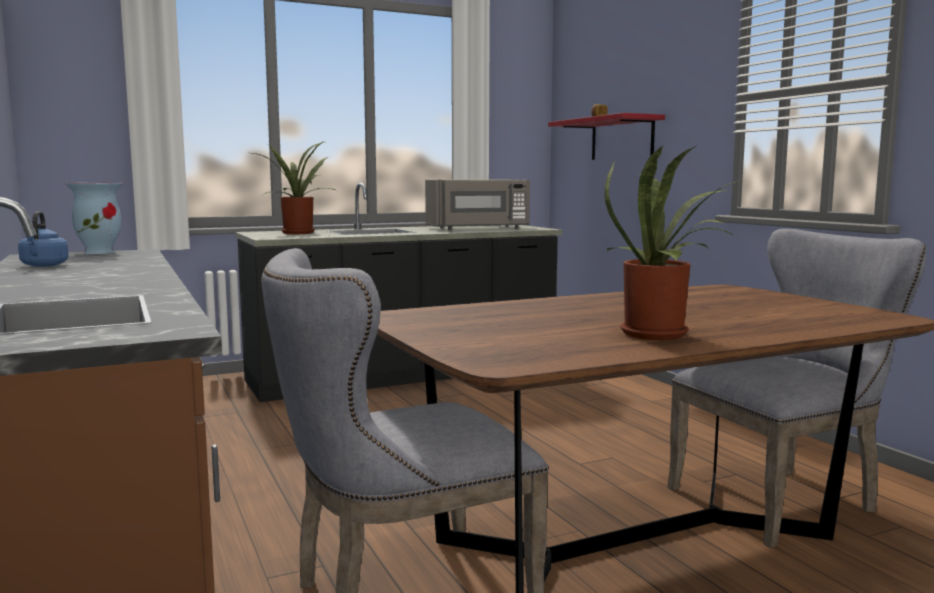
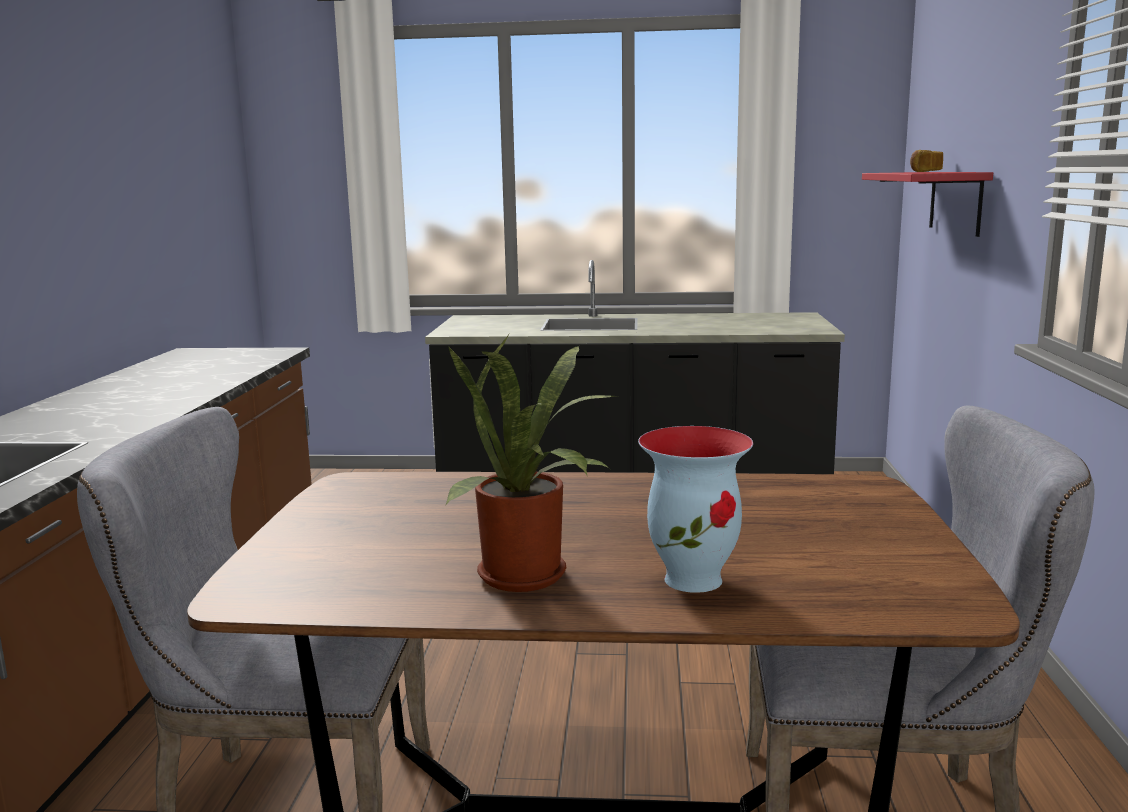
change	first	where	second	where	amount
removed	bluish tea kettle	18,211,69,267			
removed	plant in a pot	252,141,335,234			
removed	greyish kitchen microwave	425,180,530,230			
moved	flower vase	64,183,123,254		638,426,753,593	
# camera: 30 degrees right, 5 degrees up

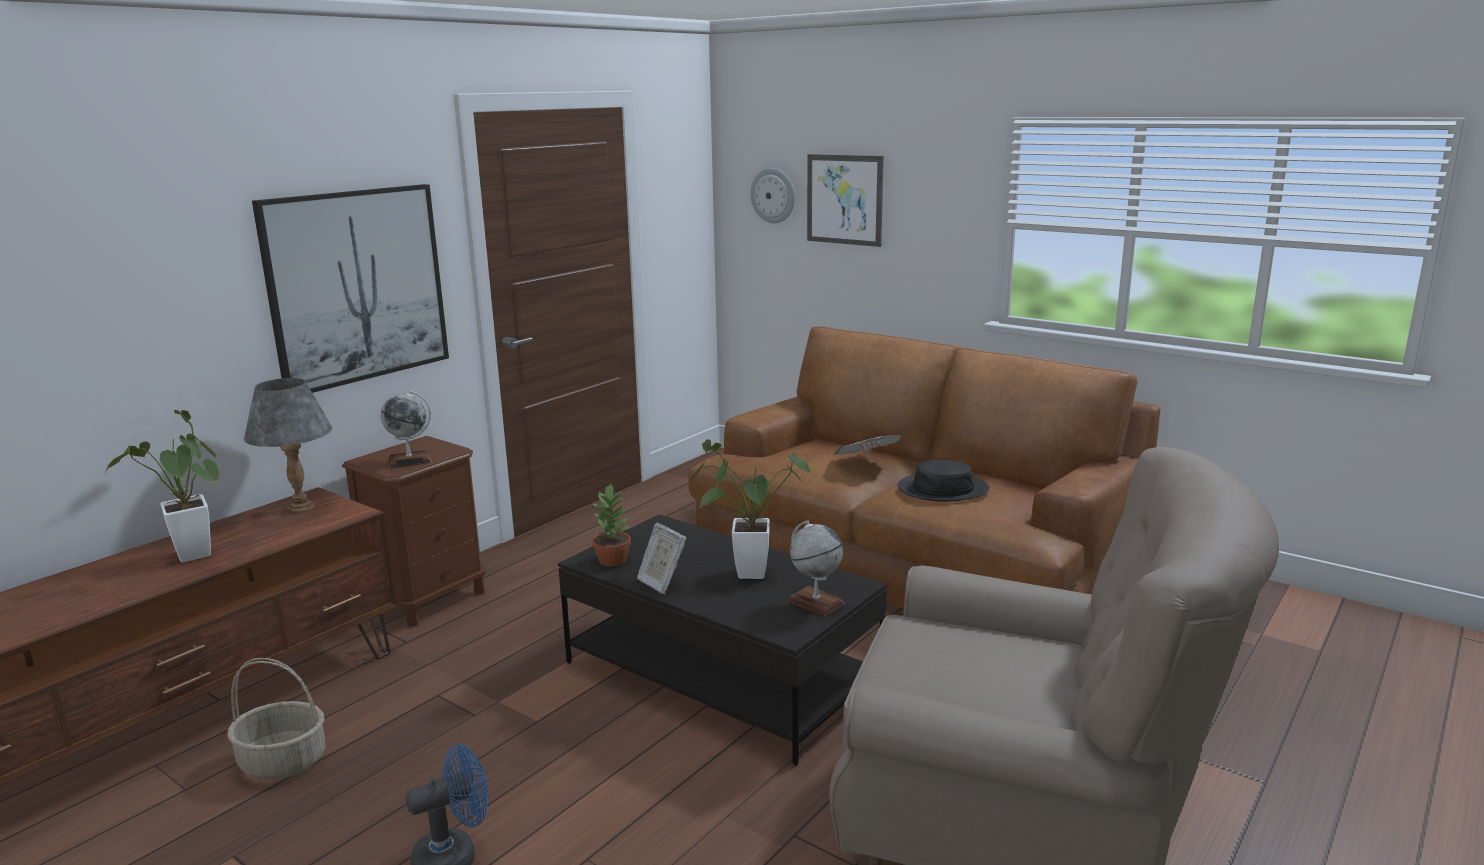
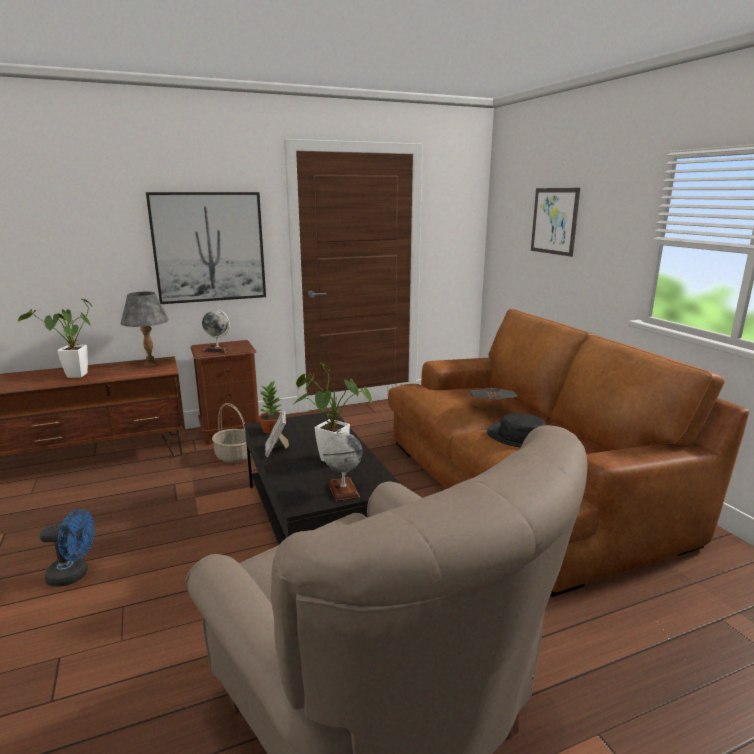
change	first	where	second	where	amount
removed	hanging clock	751,168,795,223			
moved	household basket	227,658,326,779		212,403,251,463	
# camera: 30 degrees right, 0 degrees up

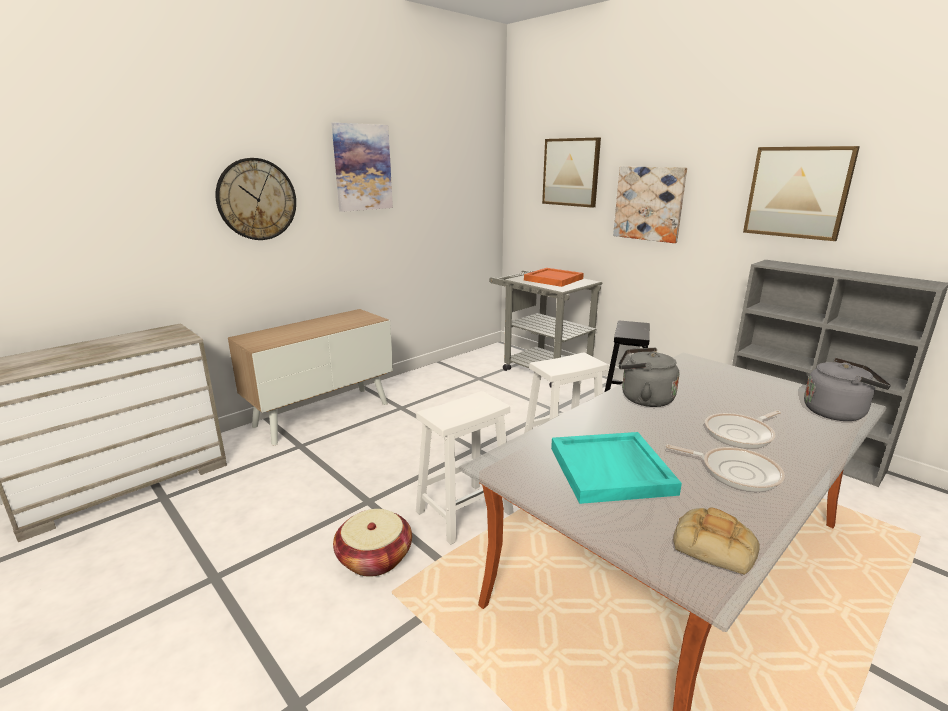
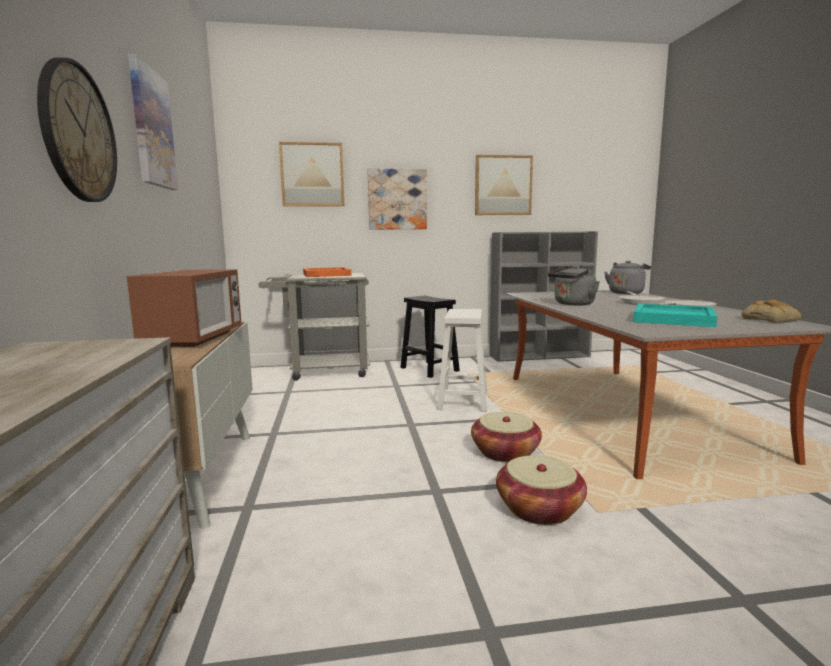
change	first	where	second	where	amount
added			kitchen microwave	127,269,242,347	
replaced	white stool	416,391,513,545	household basket	471,412,542,462	
# camera: 55 degrees left, 10 degrees down

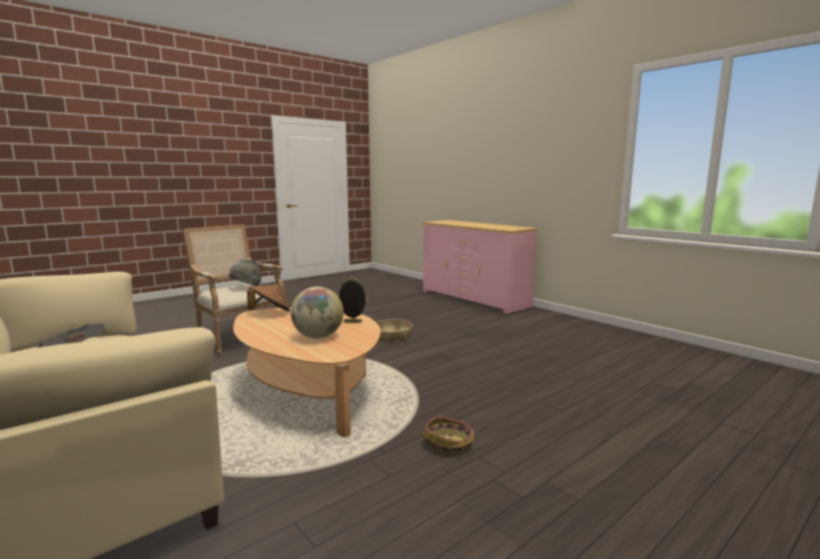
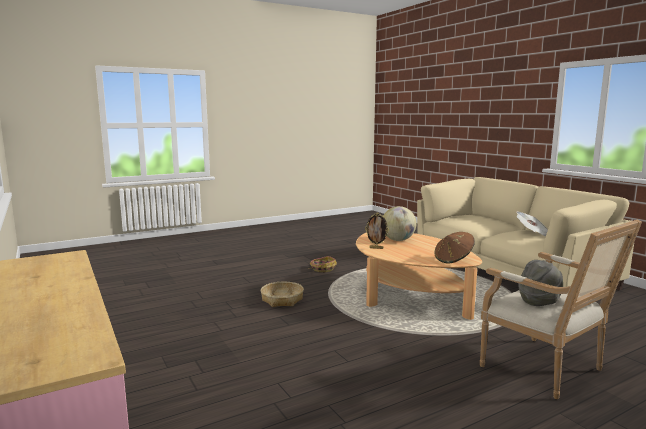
change	first	where	second	where	amount
moved	household basket	376,319,412,342		261,282,304,307	
# camera: 170 degrees left, 0 degrees up

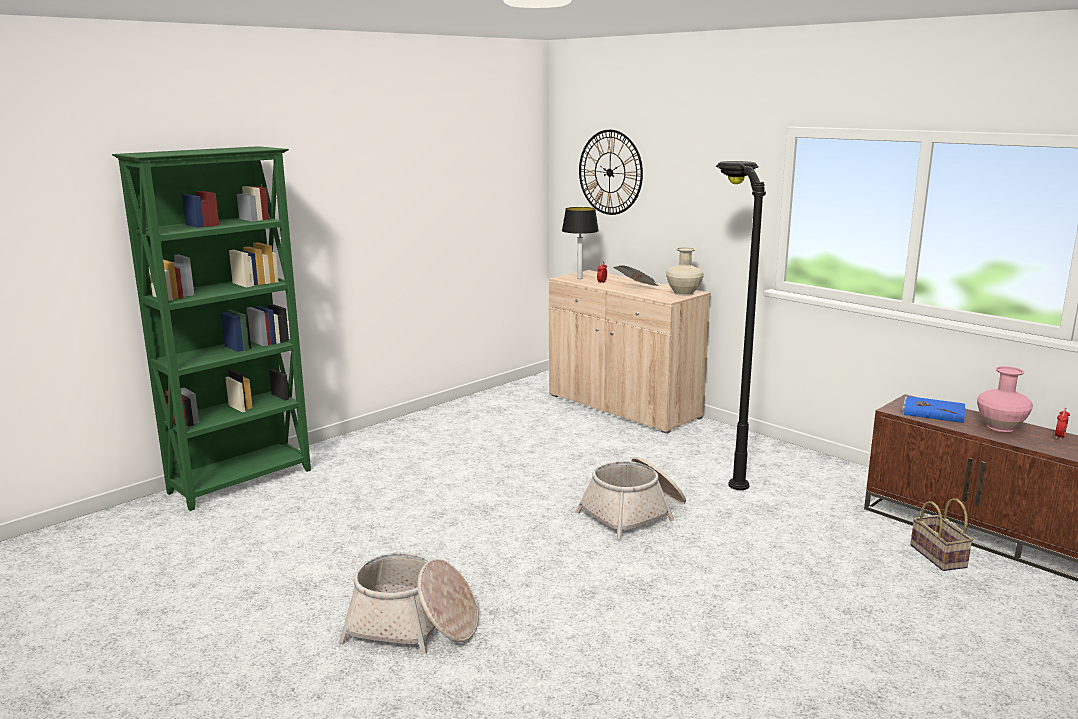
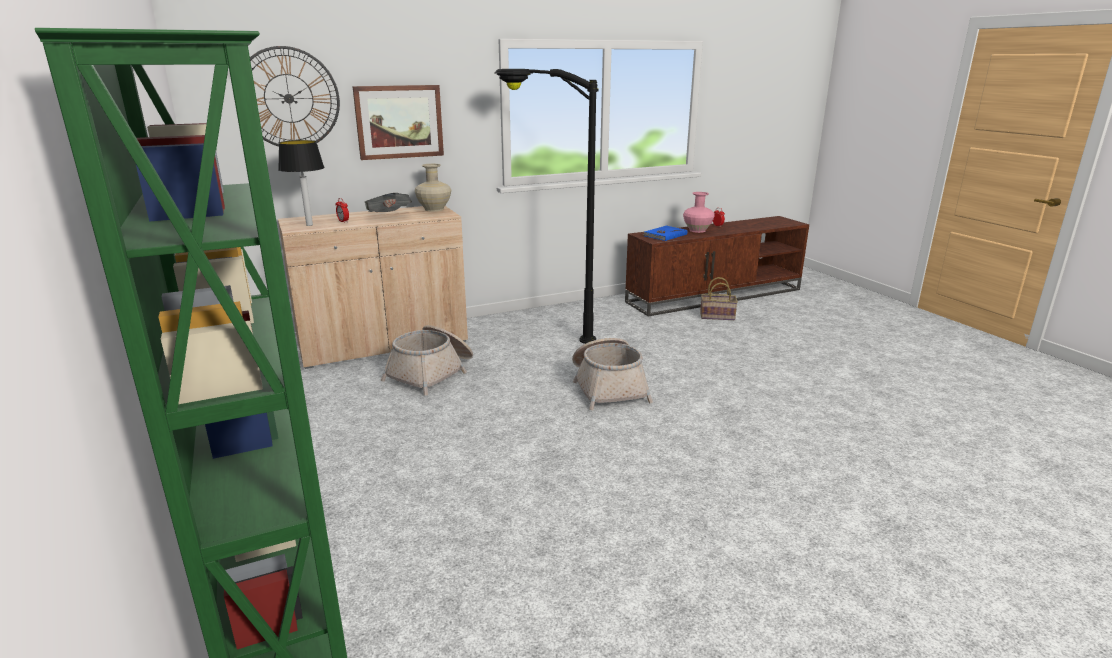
change	first	where	second	where	amount
added			wall picture	352,85,444,160	
moved	household basket	339,553,479,655		381,325,473,396	
# camera: 70 degrees left, 5 degrees up

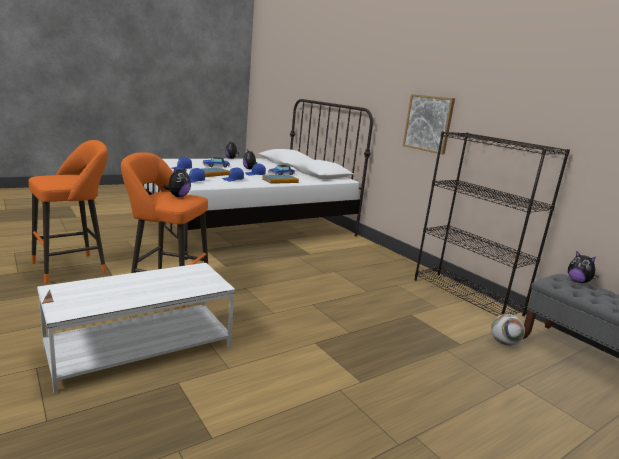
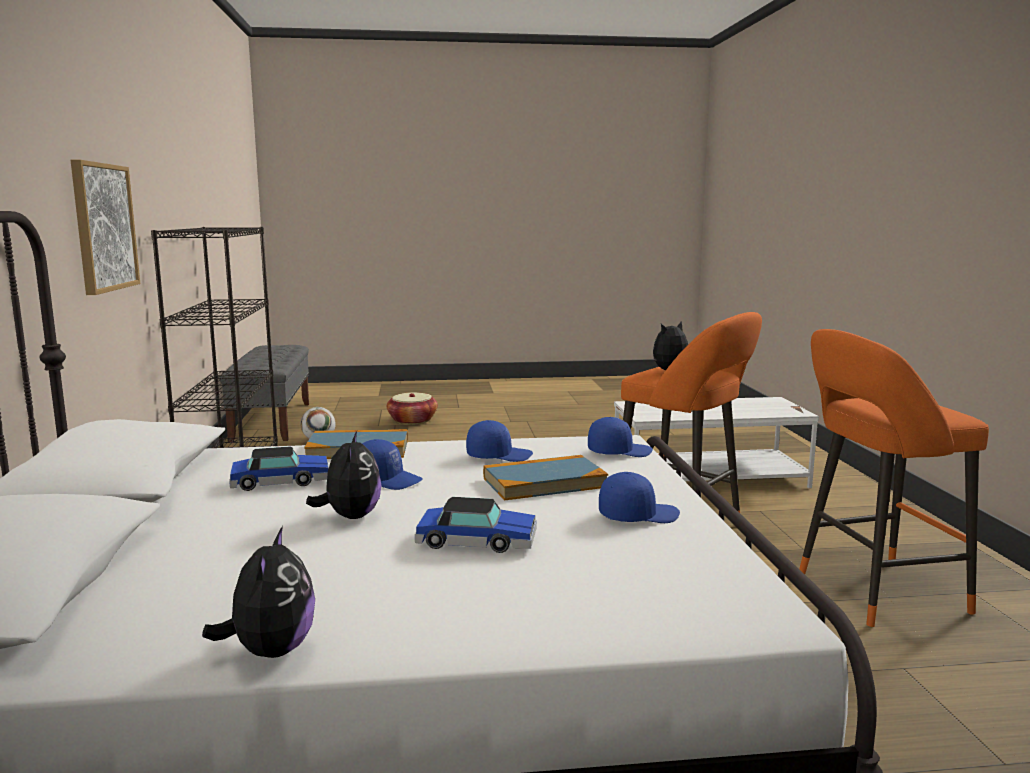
change	first	where	second	where	amount
removed	cuddly toy	568,251,599,283			
added			household basket	387,393,438,425	
# camera: 150 degrees left, 5 degrees down

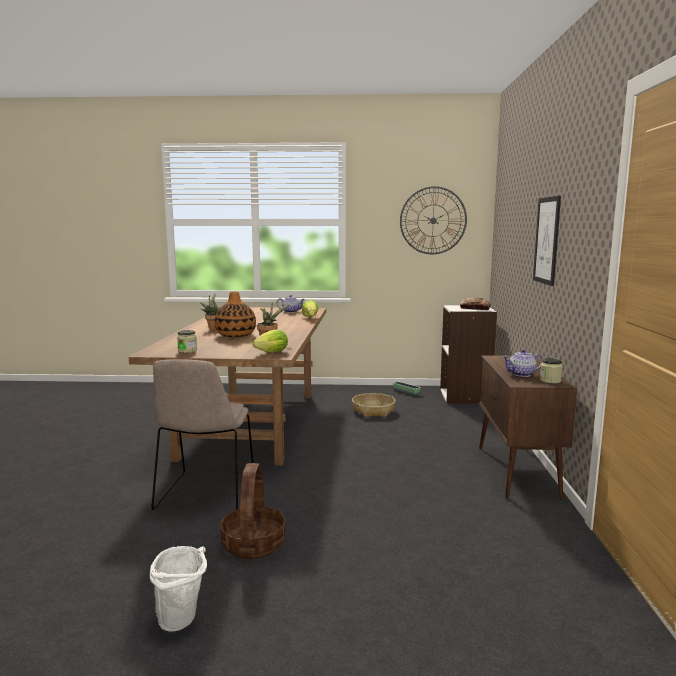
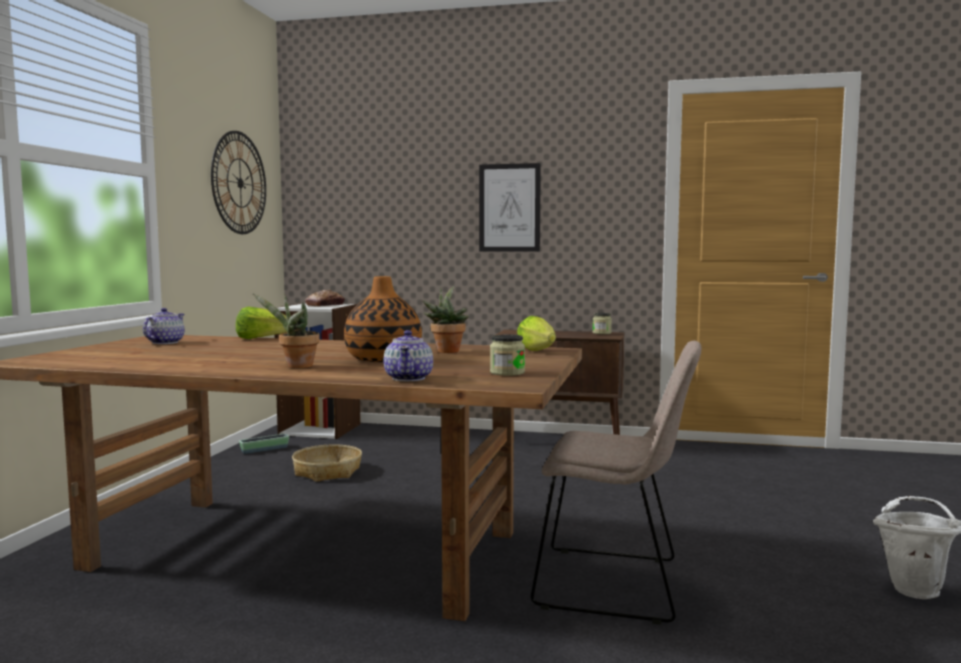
change	first	where	second	where	amount
removed	household basket	220,463,286,559			
moved	pot for tea	502,349,543,377		384,330,433,381	
# camera: 80 degrees left, 5 degrees down

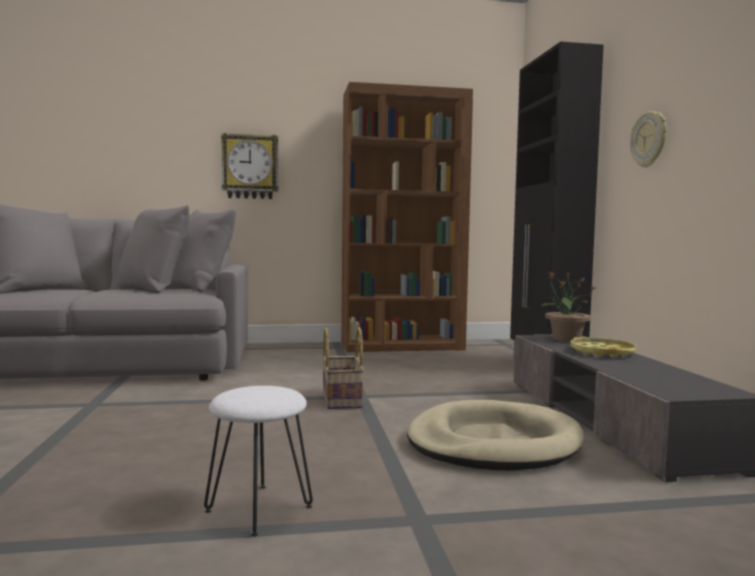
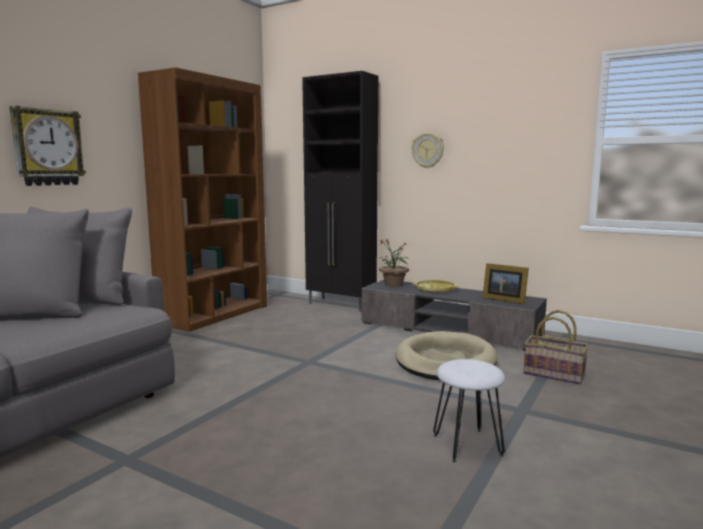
change	first	where	second	where	amount
added			standing frame	483,263,529,304	
moved	household basket	322,327,364,409		524,310,589,384	
# camera: 50 degrees left, 5 degrees up

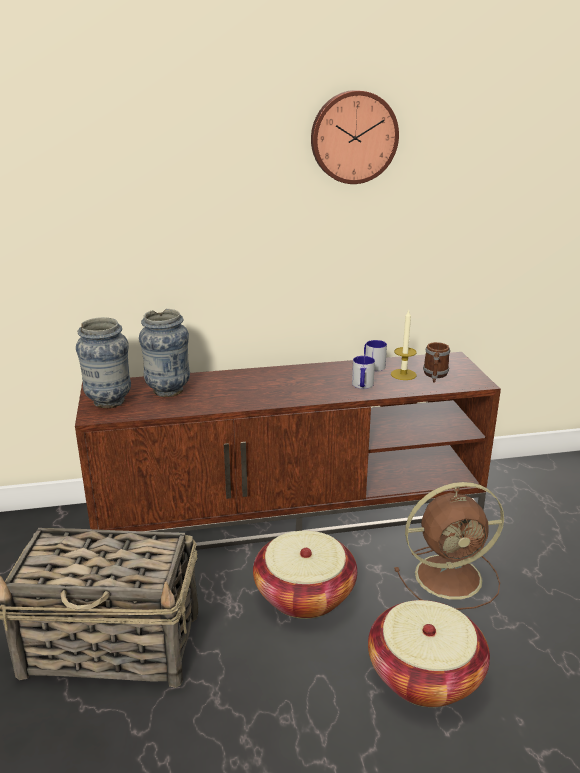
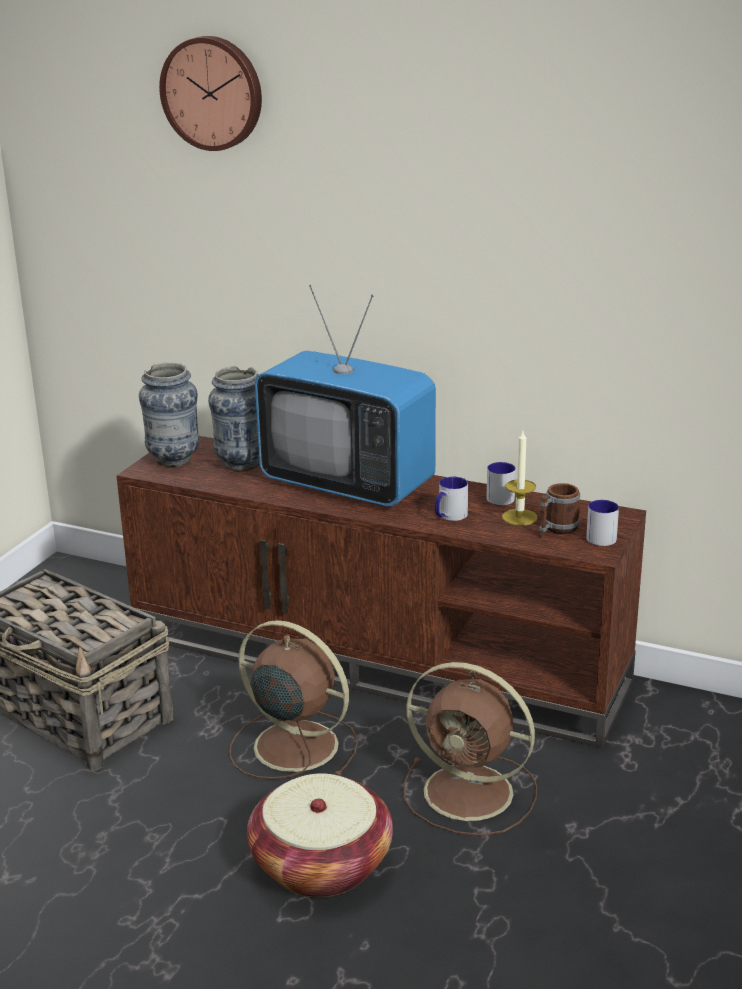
change	first	where	second	where	amount
added			television	255,285,436,507	
added			coffee mug	586,500,619,546	
moved	hanging clock	311,90,399,184		159,36,262,151	
replaced	household basket	253,531,357,619	brownish cooling fan	230,620,358,779	
# camera: 35 degrees right, 0 degrees up

